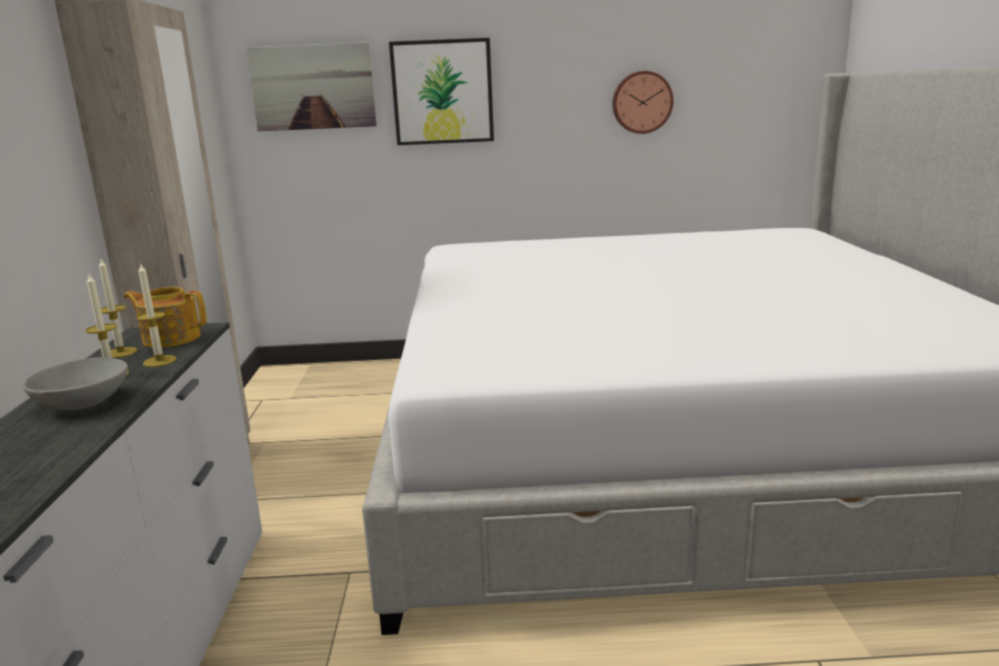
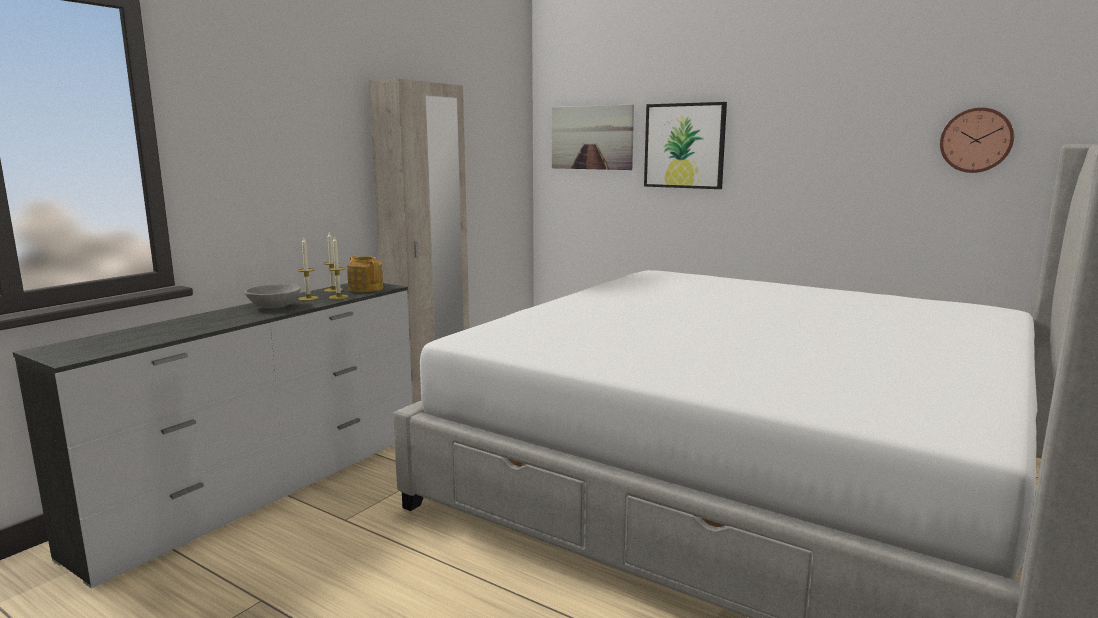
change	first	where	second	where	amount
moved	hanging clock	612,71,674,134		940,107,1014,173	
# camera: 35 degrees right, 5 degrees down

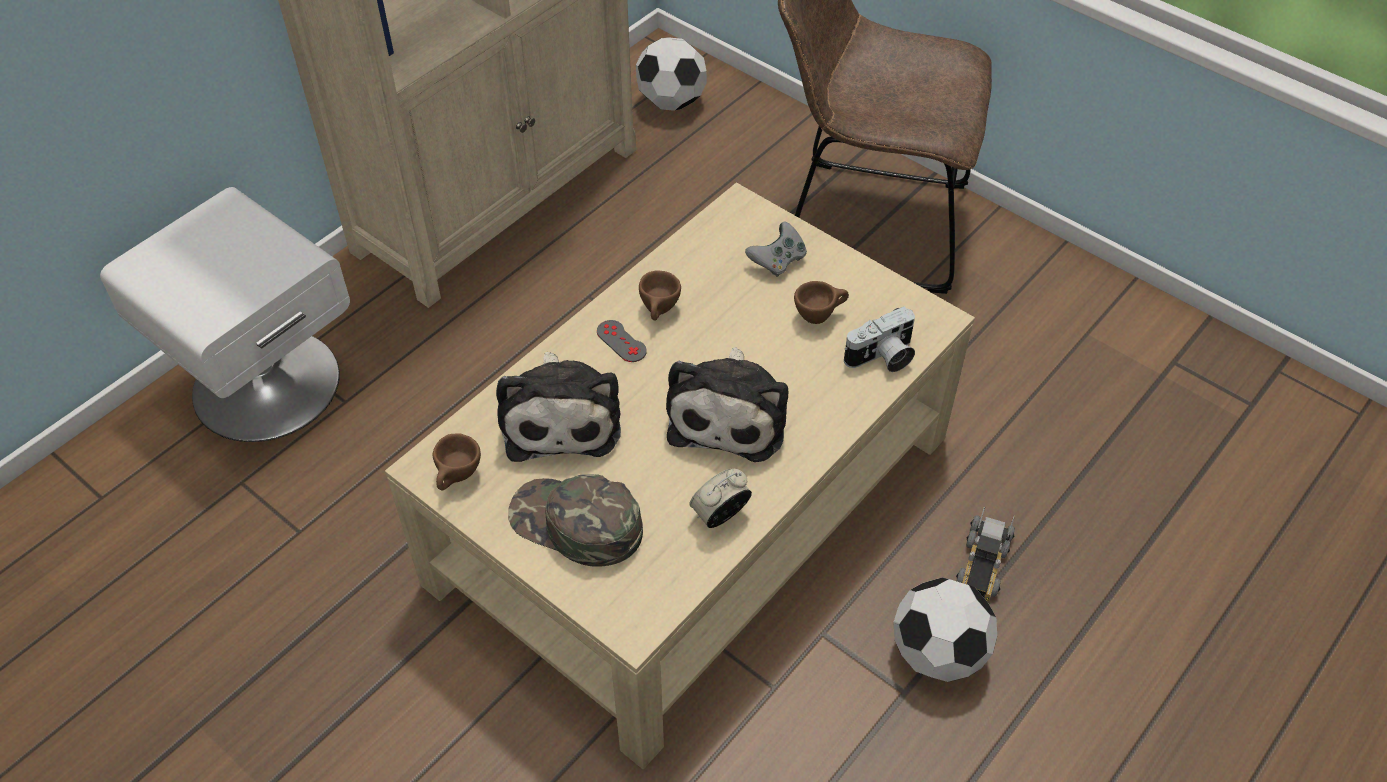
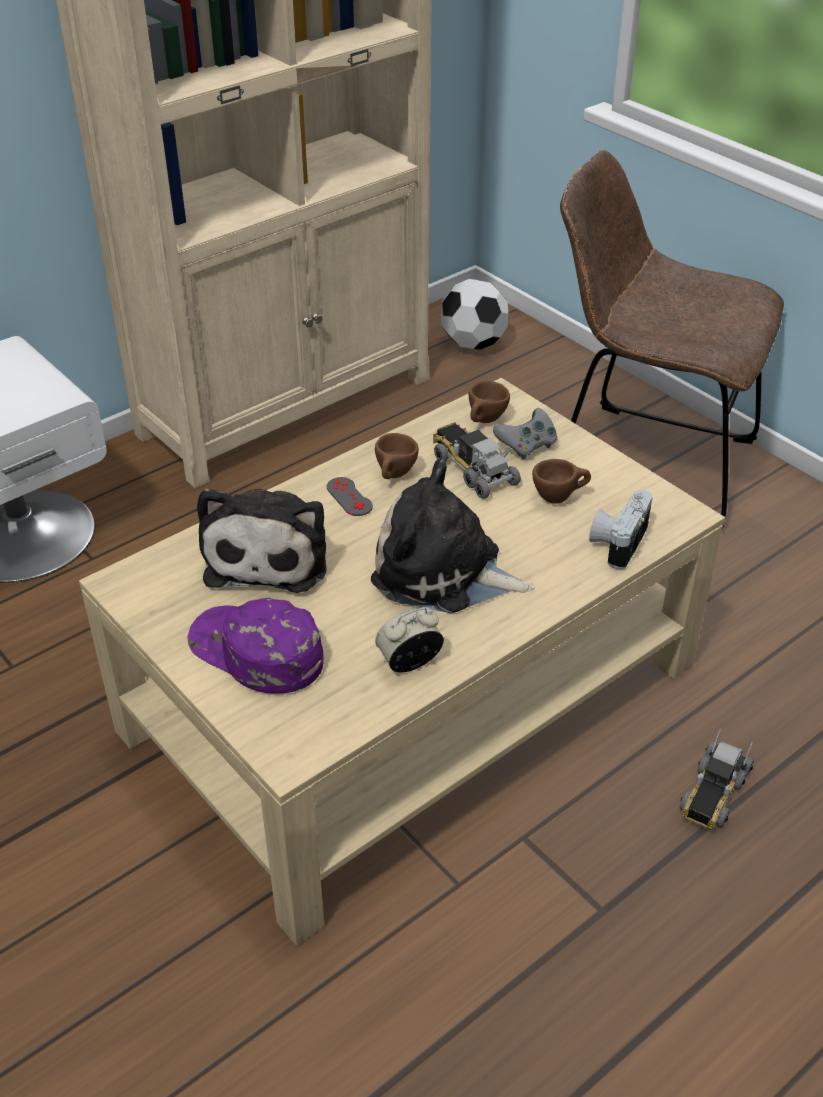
change	first	where	second	where	amount
removed	football ball	893,577,997,682			
added			toy lorry	433,423,521,499	
moved	brownish cup	432,433,481,490		469,380,510,423	
recoloured	green-coloured cap	508,474,643,567	purple cap	187,598,324,694	
turned	cuddly toy	666,348,788,462		371,459,535,613	90 degrees clockwise
turned	still camera	844,307,915,372		589,490,653,569	135 degrees clockwise
# camera: 10 degrees right, 10 degrees down

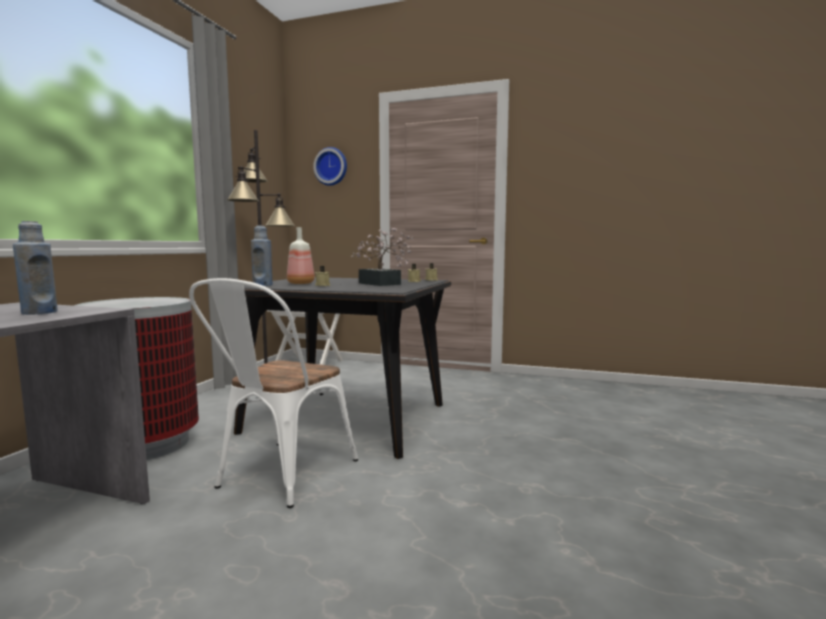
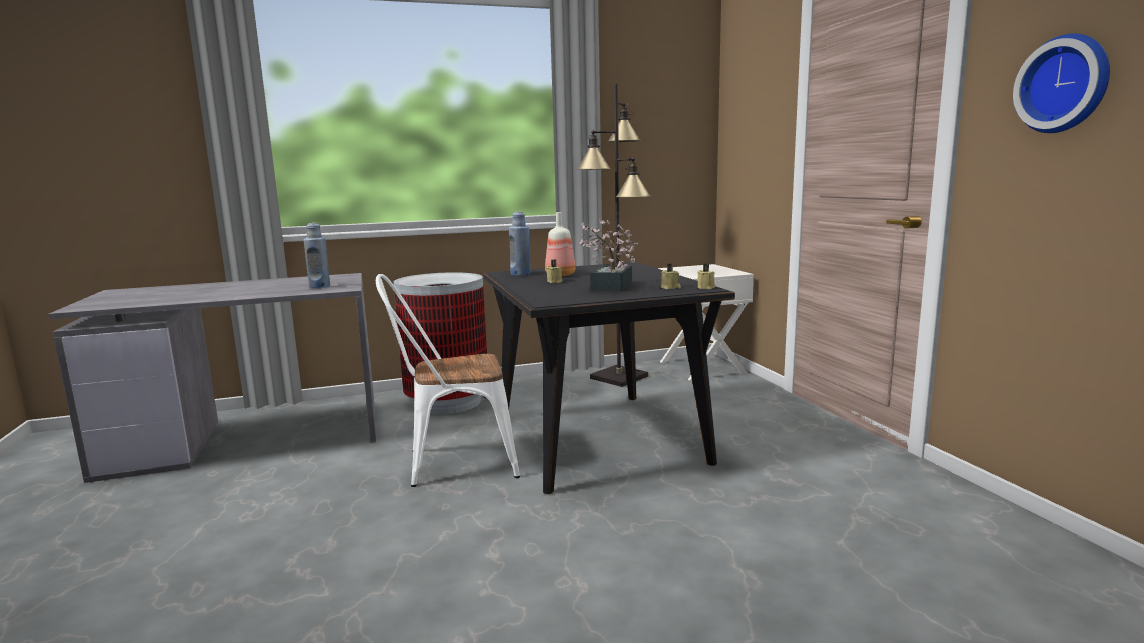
change	first	where	second	where	amount
moved	hanging clock	313,147,347,186		1013,33,1110,133	
# camera: 55 degrees right, 5 degrees up

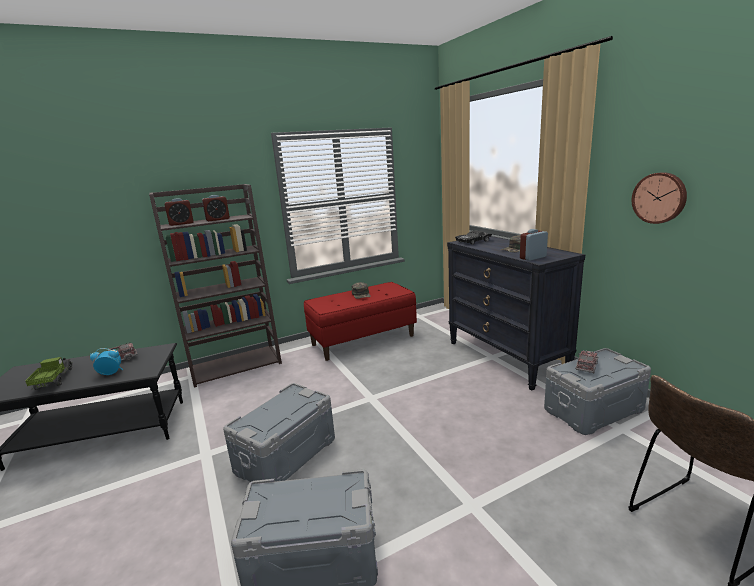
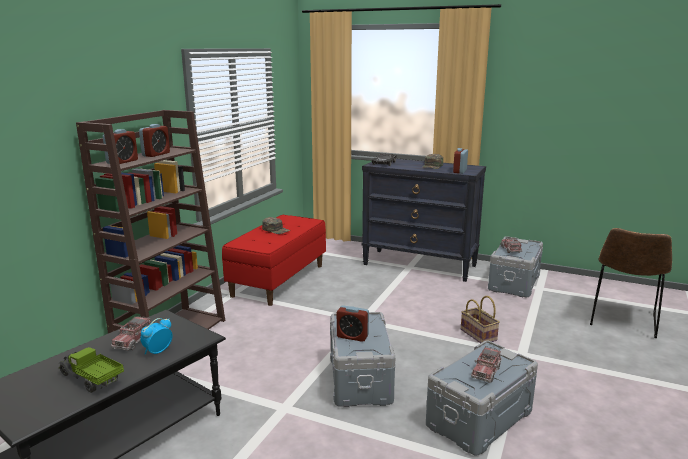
change	first	where	second	where	amount
removed	hanging clock	632,172,687,224			
added			table clock	337,305,369,342	
added			household basket	461,296,500,343	
added			toy lorry	471,346,502,383	
# camera: 40 degrees left, 0 degrees up

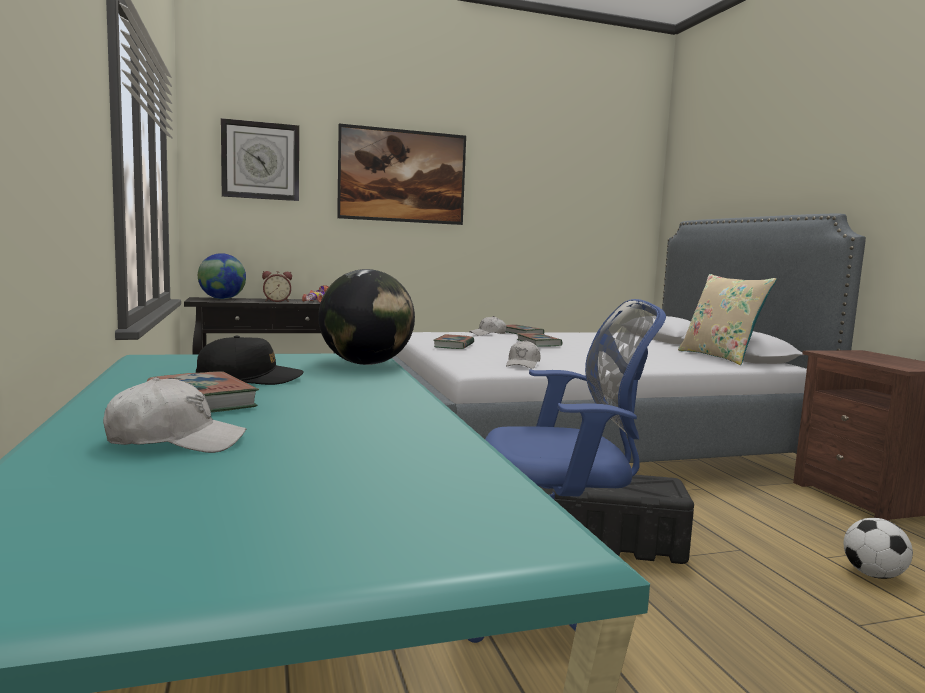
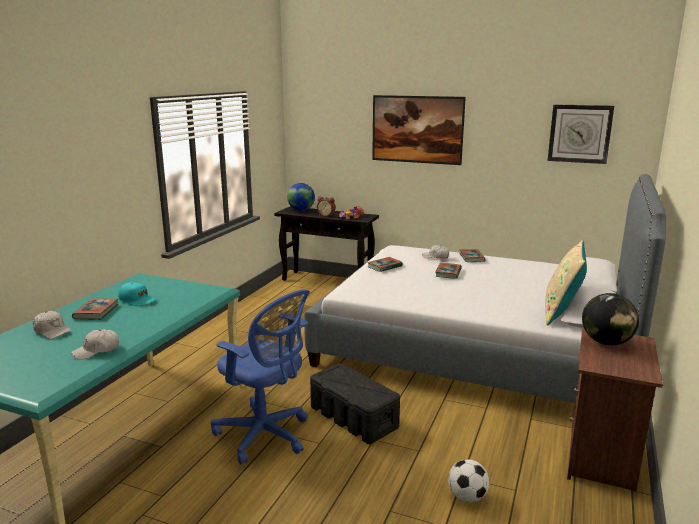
change	first	where	second	where	amount
moved	hanging clock	221,118,299,201		548,104,614,164	
moved	world globe	318,269,415,365		582,293,639,345	
moved	white cap	506,340,540,369		71,329,119,360	
recoloured	black-coloured cap	196,336,304,385	turquoise cap	118,283,156,306	
# camera: 40 degrees right, 10 degrees up

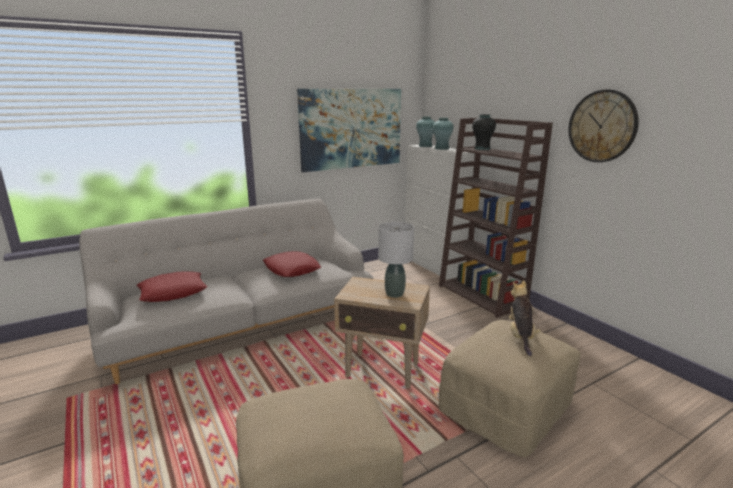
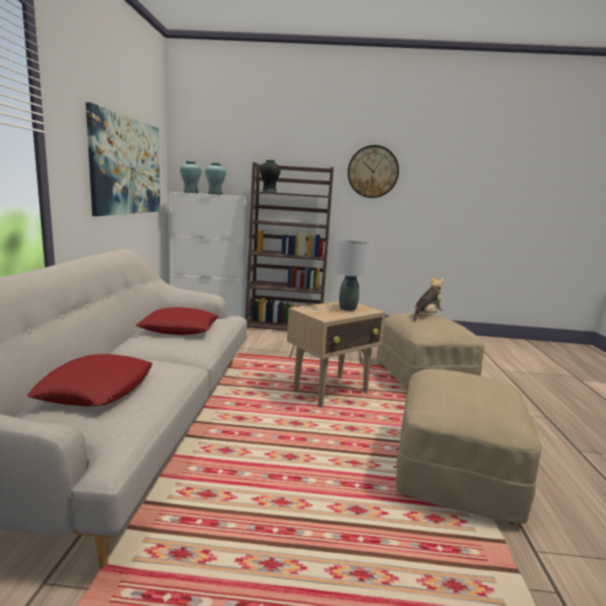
change	first	where	second	where	amount
turned	cuddly toy	509,280,541,356		414,276,444,321	90 degrees clockwise
# camera: 55 degrees left, 5 degrees down

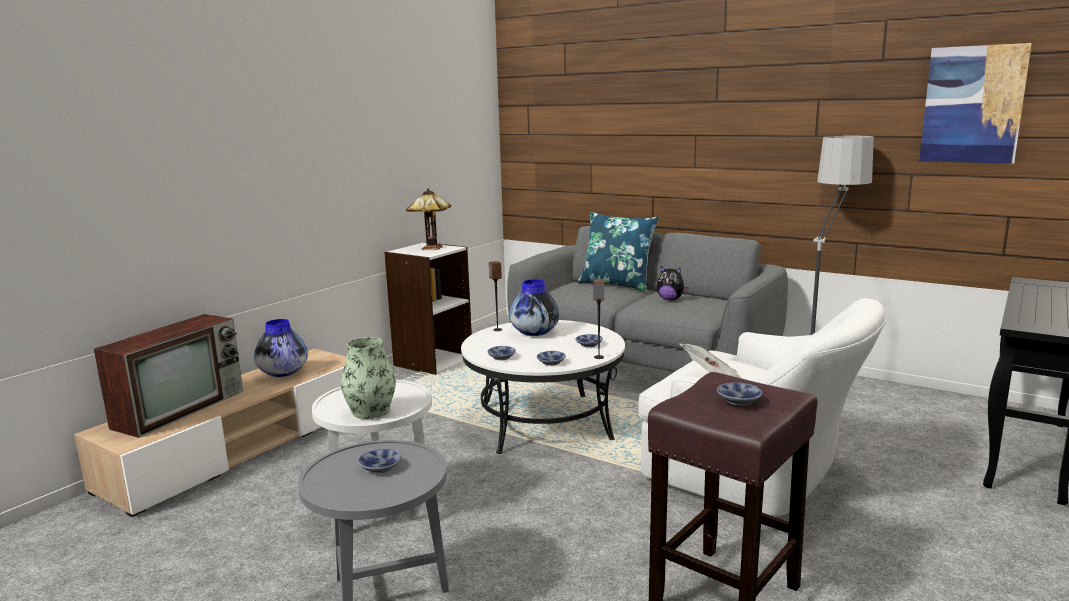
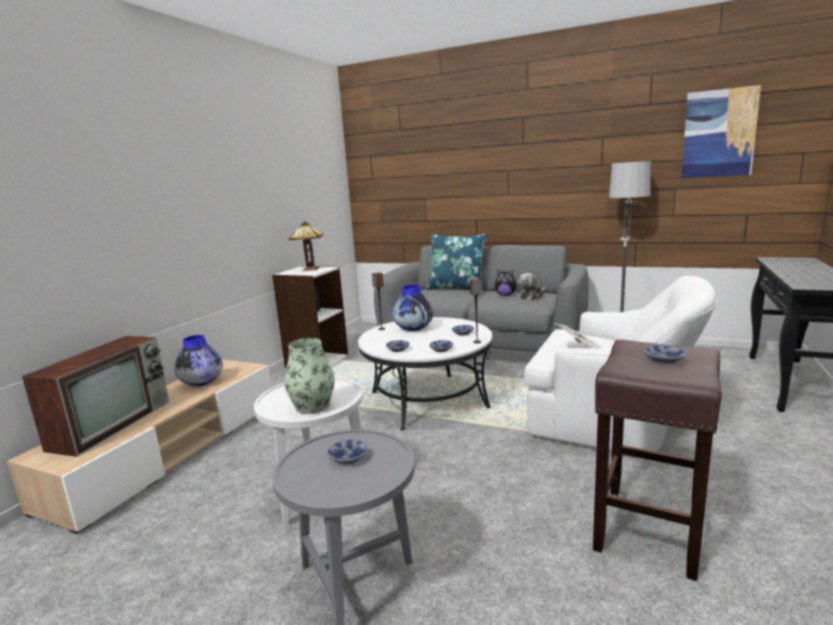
change	first	where	second	where	amount
added			cuddly toy	519,273,547,300	
# camera: 10 degrees left, 0 degrees up

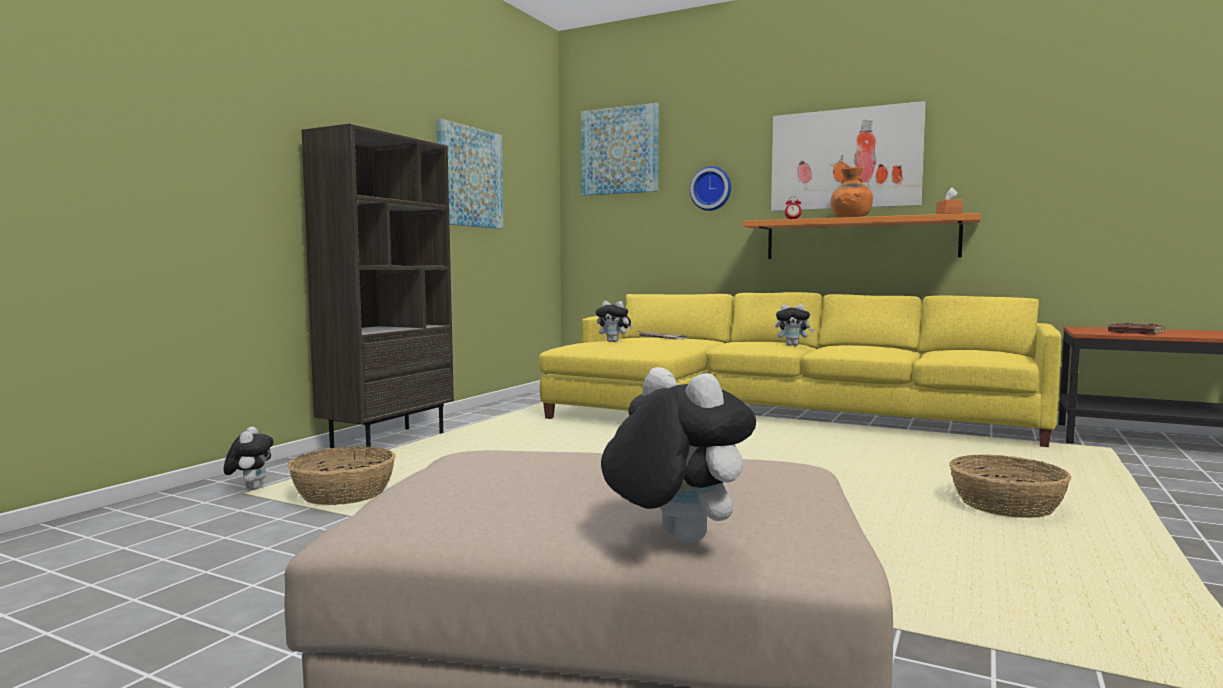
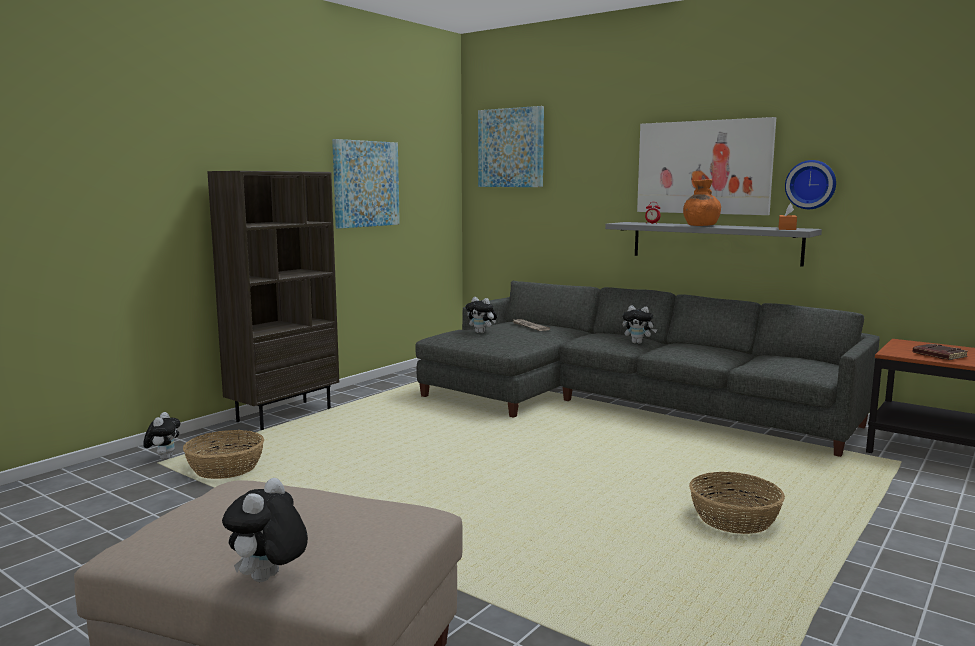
change	first	where	second	where	amount
moved	hanging clock	690,166,731,211		785,160,836,209	
recoloured	yellow-coloured settee	539,292,1061,447	greyish settee	416,281,879,457	
recoloured	orange-coloured wall shelf	743,213,980,259	greyish wall shelf	605,222,822,267	
turned	cuddly toy	601,367,756,543		222,478,308,582	135 degrees counterclockwise
# camera: 10 degrees right, 5 degrees up

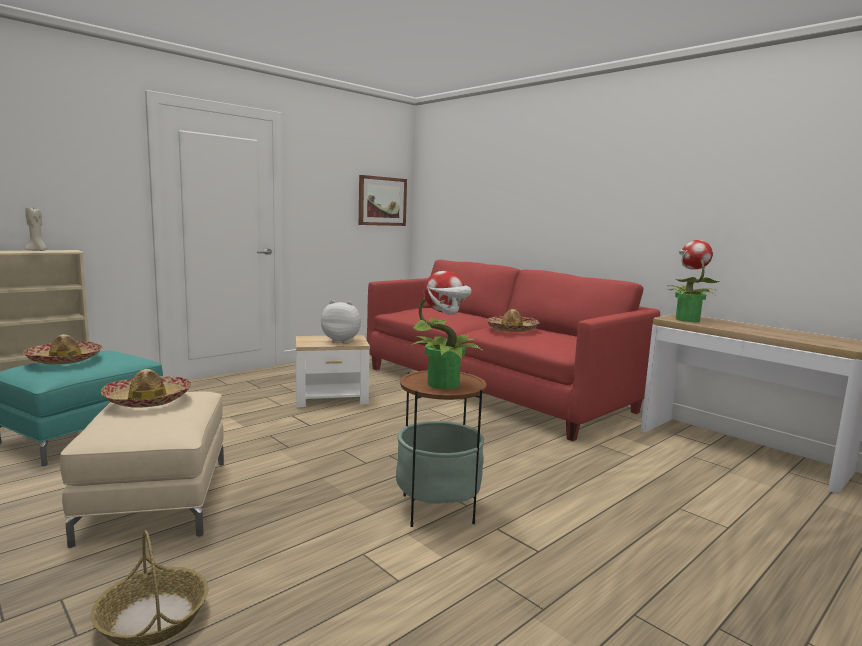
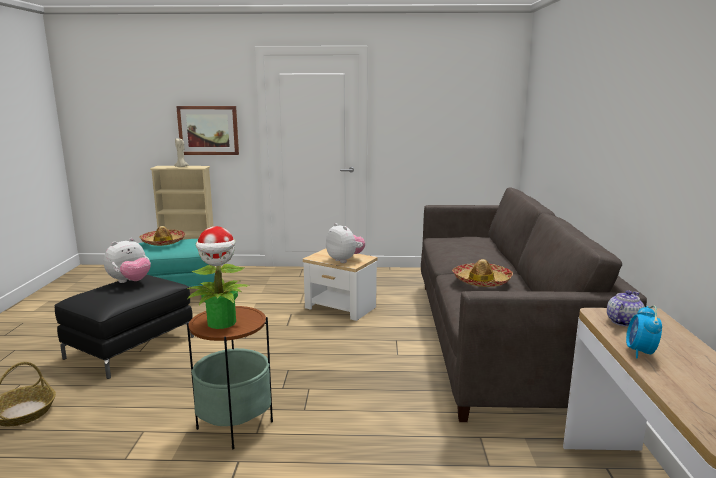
change	first	where	second	where	amount
added			table clock	626,305,662,359	
moved	wall picture	359,175,407,226		176,106,239,155	
replaced	clothing hat	101,369,192,408	cuddly toy	104,238,151,283	
replaced	plant in a pot	668,240,720,322	pot for tea	607,290,645,327	
recoloured	sand-coloured pouffe	60,392,224,548	black-coloured pouffe	55,274,194,379	
recoloured	red-coloured settee	367,260,660,441	greyish settee	421,187,647,422	
# camera: 45 degrees right, 5 degrees up

